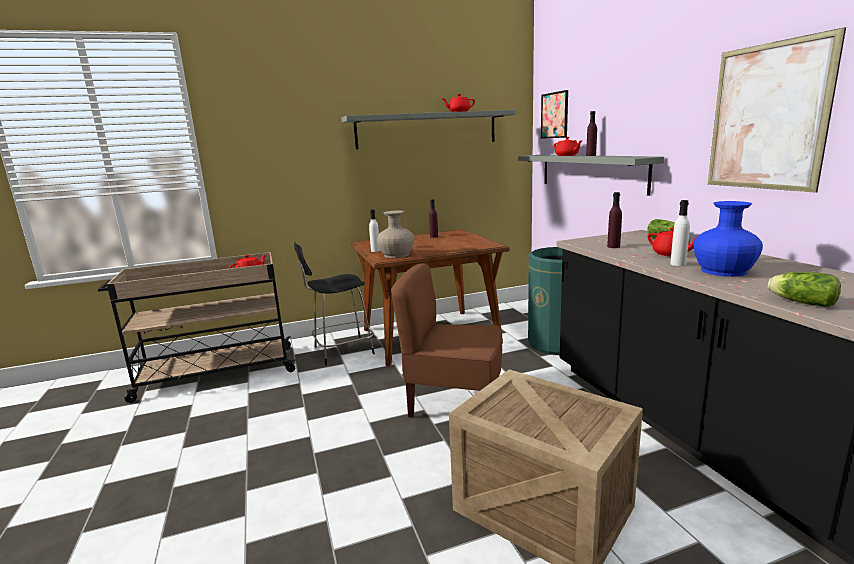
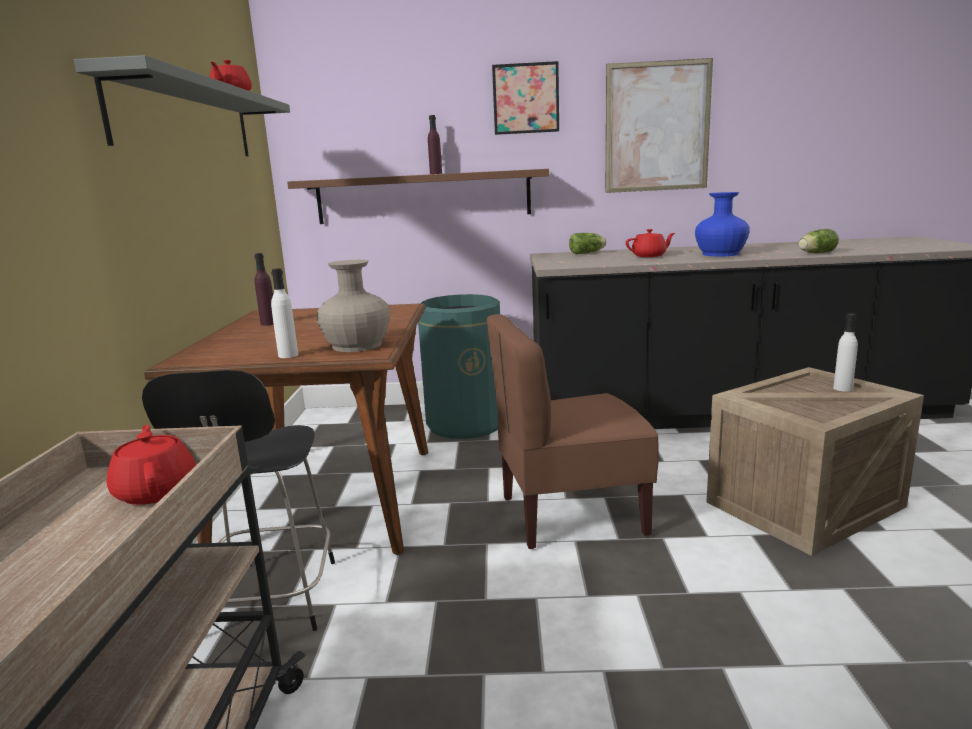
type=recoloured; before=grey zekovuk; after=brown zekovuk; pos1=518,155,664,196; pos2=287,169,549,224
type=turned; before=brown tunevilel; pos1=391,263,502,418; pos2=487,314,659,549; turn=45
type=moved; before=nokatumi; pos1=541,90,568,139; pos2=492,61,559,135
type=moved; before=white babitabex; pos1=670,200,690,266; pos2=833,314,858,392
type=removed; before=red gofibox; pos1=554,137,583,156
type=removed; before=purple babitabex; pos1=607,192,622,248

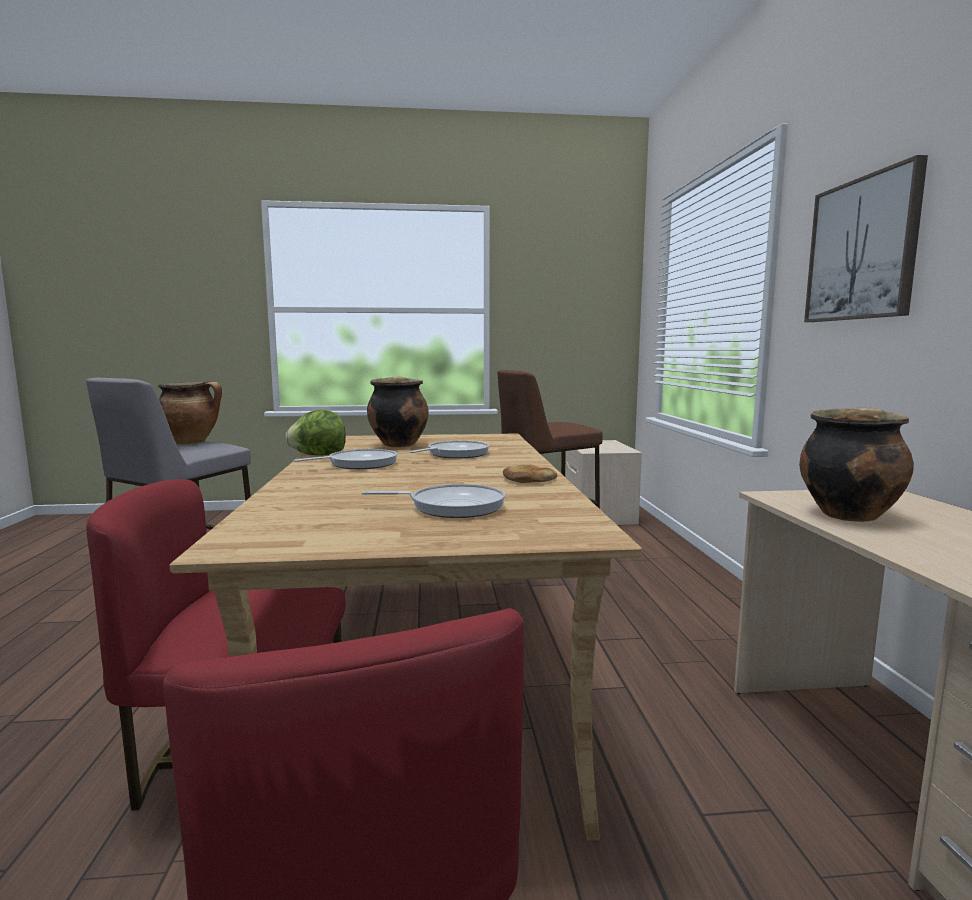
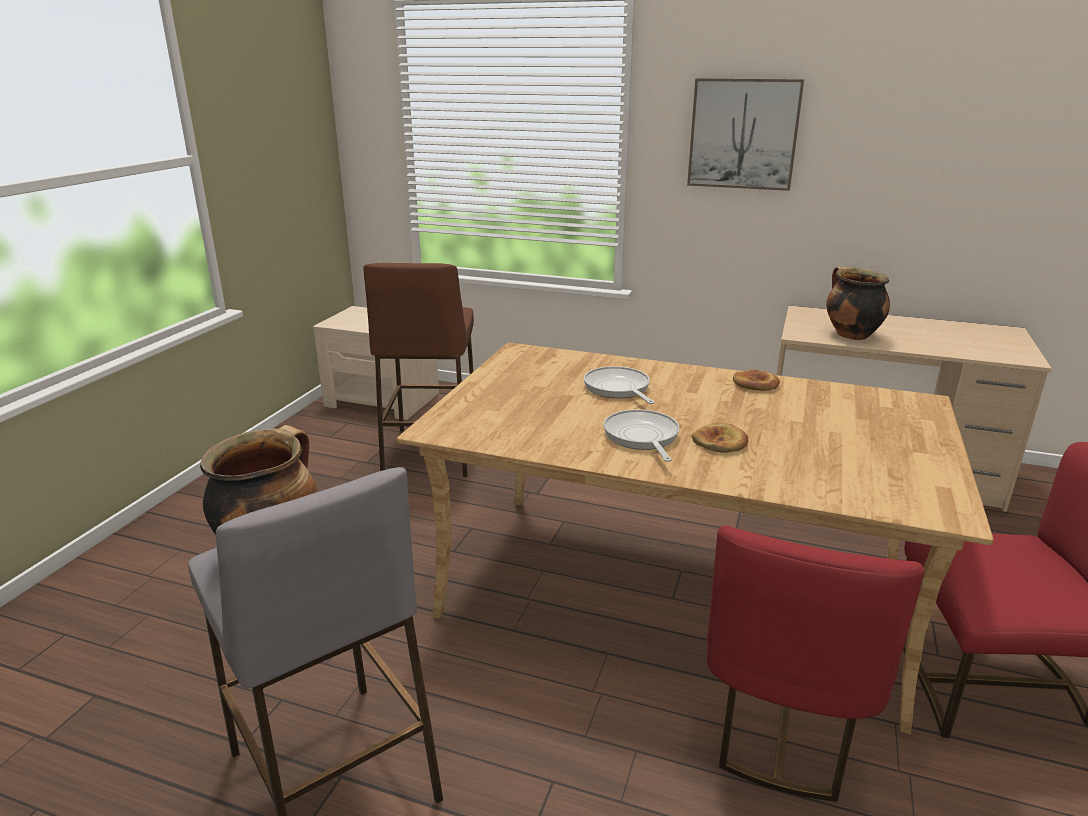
type=added; after=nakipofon; pos2=691,423,748,453
type=removed; before=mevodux; pos1=286,410,346,456
type=removed; before=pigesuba; pos1=362,484,505,518
type=removed; before=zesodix; pos1=367,377,429,448

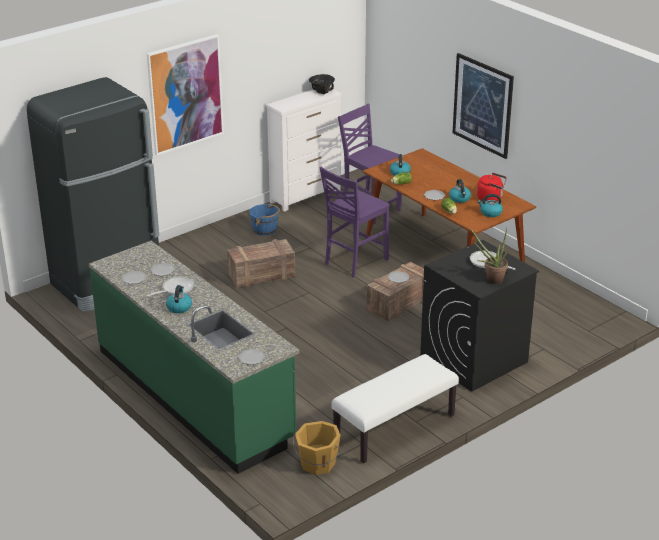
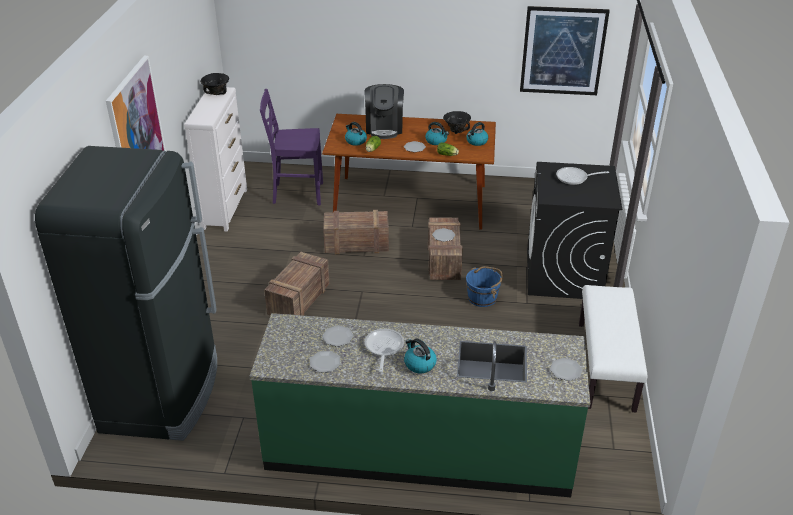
type=replaced; before=purple tunevilel; after=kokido; pos1=319,166,390,278; pos2=323,210,389,254
type=added; after=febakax; pos2=364,84,404,139
type=replaced; before=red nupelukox; after=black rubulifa; pos1=477,173,506,201; pos2=443,111,471,134
type=moved; before=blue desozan; pos1=249,204,280,236; pos2=466,266,503,307
type=moved; before=nokatumi; pos1=453,53,514,159; pos2=520,6,610,95
type=removed; before=orange desozan; pos1=293,421,340,475
type=removed; before=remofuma; pos1=470,227,508,284

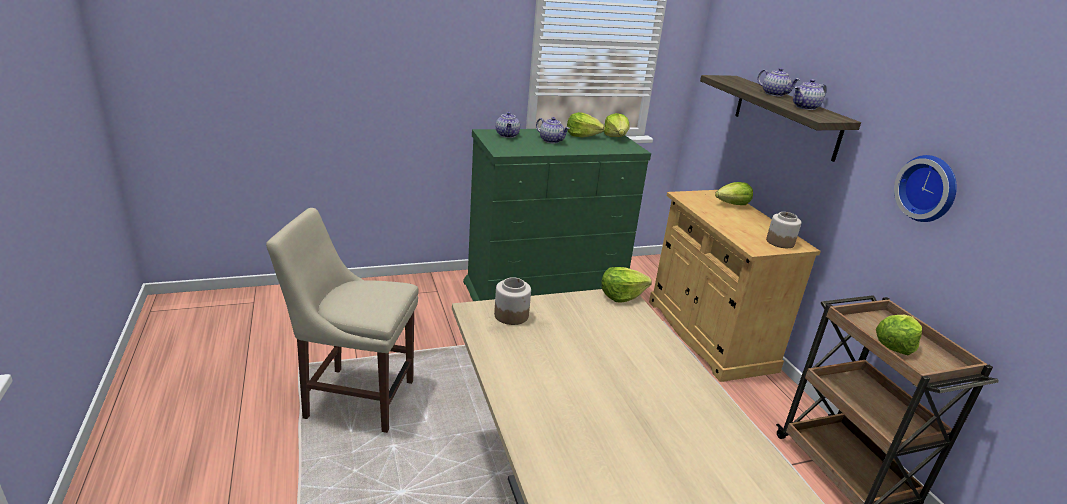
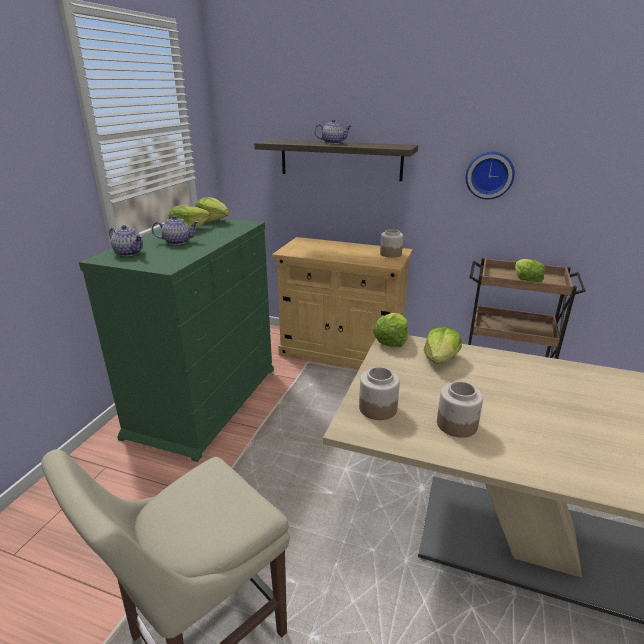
type=moved; before=mevodux; pos1=715,182,753,205; pos2=424,327,462,364
type=added; after=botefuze; pos2=437,381,483,438
type=removed; before=gofibox; pos1=793,79,827,110

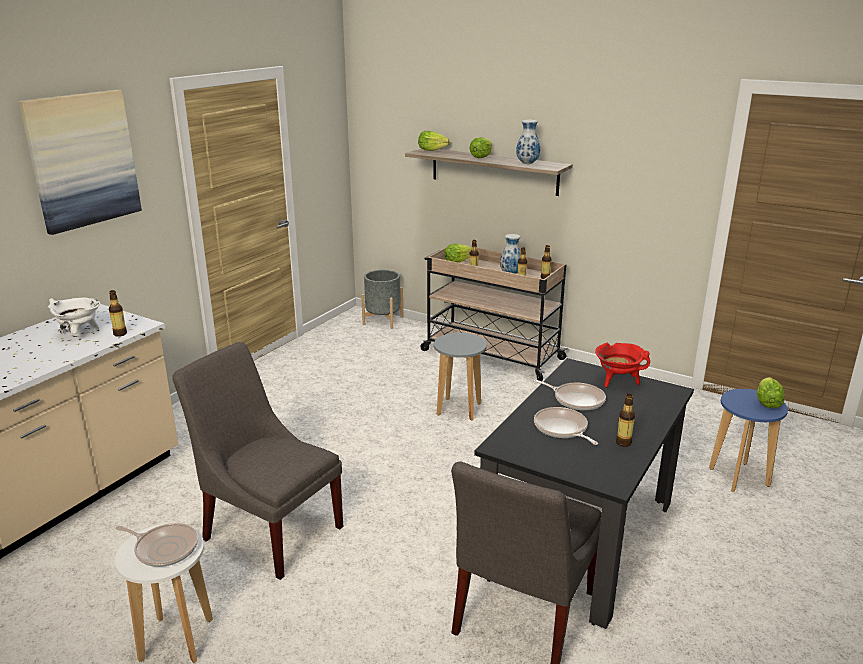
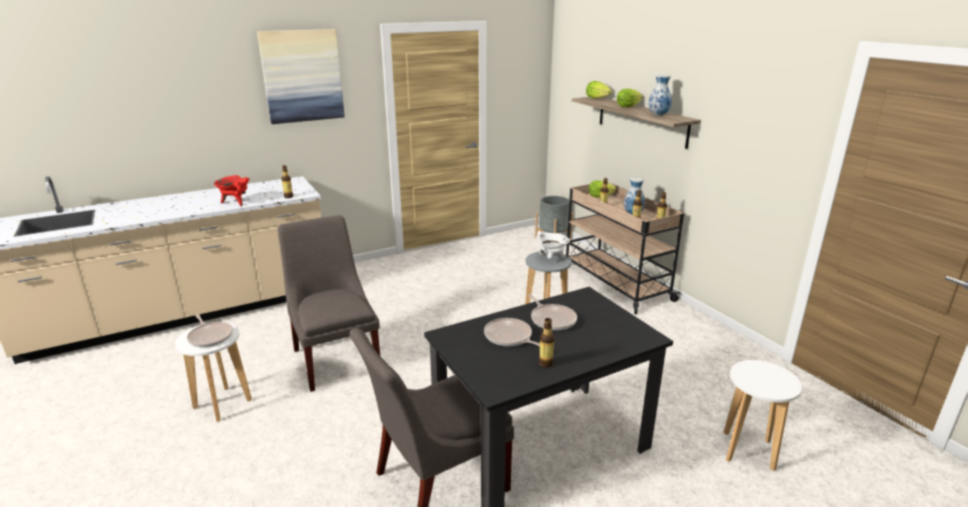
type=moved; before=red zesodix; pos1=595,343,650,388; pos2=214,175,250,206
type=turned; before=pigesuba; pos1=534,407,598,445; pos2=484,318,540,347; turn=-45
type=moved; before=white zesodix; pos1=48,298,100,334; pos2=536,231,570,259
type=recoloured; before=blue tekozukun; after=white tekozukun; pos1=709,389,788,492; pos2=723,360,802,471
type=removed; before=mevodux; pos1=757,377,785,408

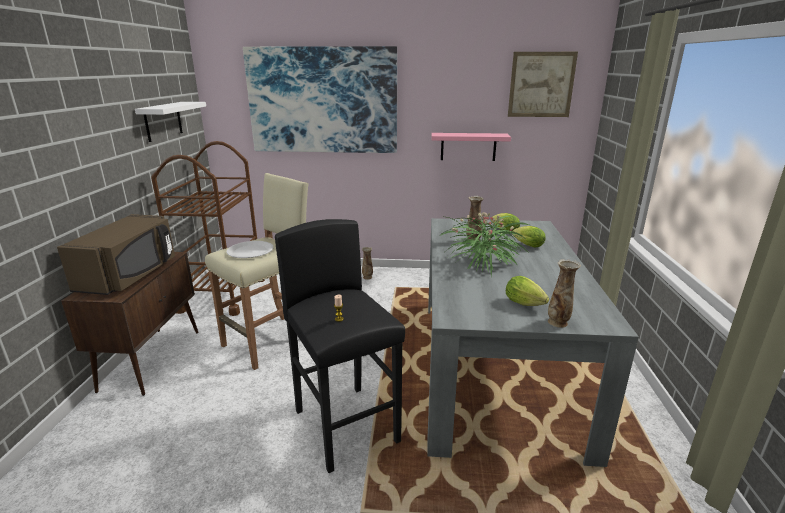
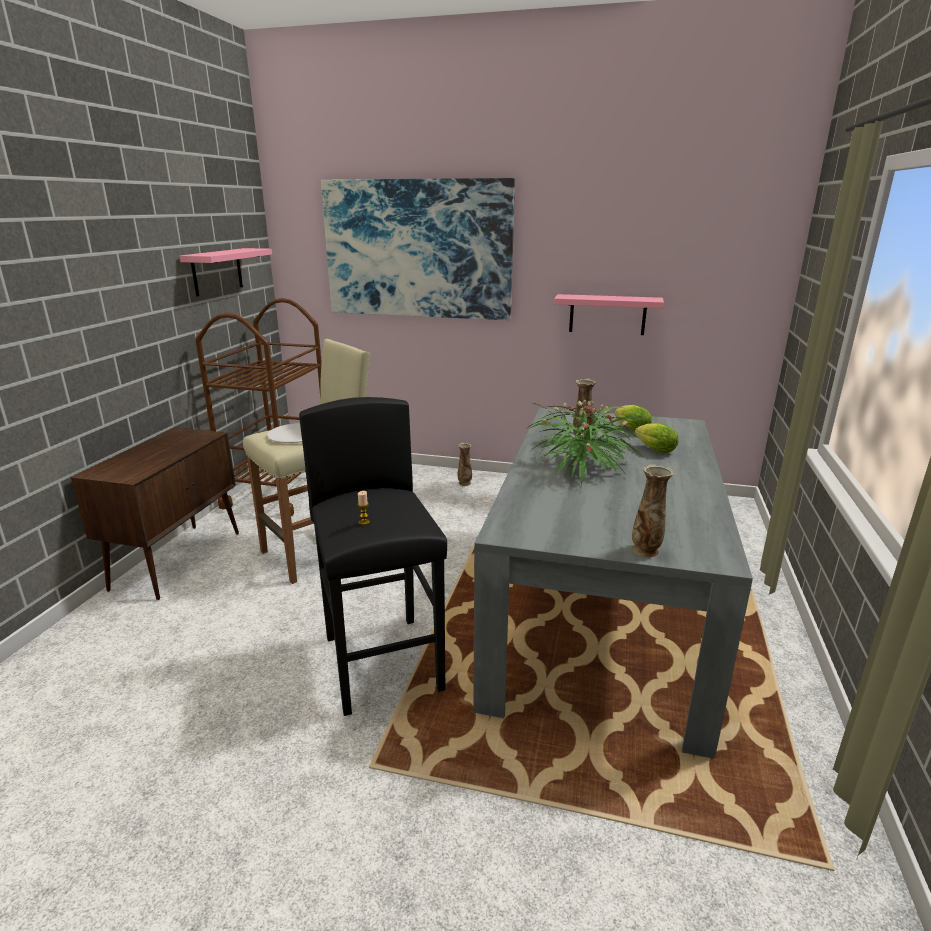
type=recoloured; before=white zekovuk; after=pink zekovuk; pos1=135,102,206,142; pos2=180,248,272,296
type=removed; before=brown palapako; pos1=57,214,175,295
type=removed; before=mevodux; pos1=506,276,549,306
type=removed; before=nokatumi; pos1=508,52,578,117

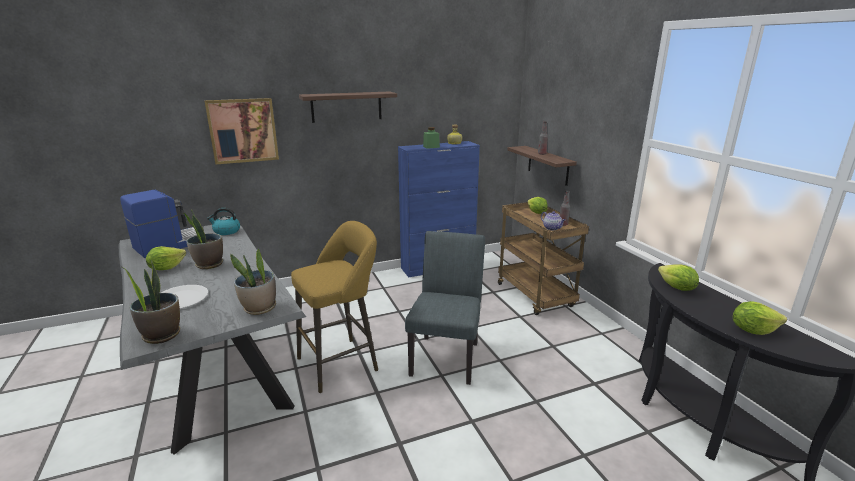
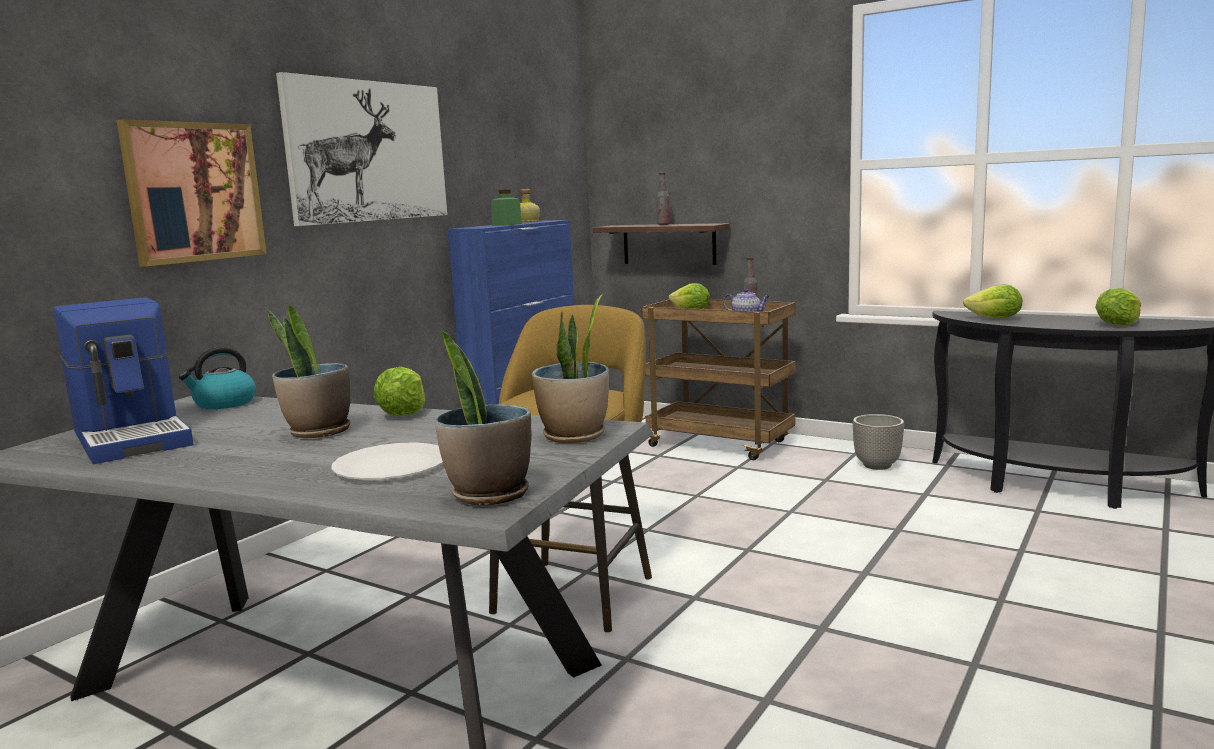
type=turned; before=febakax; pos1=120,190,197,258; pos2=53,297,193,464; turn=135
type=replaced; before=zekovuk; after=nokatumi; pos1=299,91,397,123; pos2=276,72,447,226
type=moved; before=mevodux; pos1=146,246,186,270; pos2=373,367,425,416
type=added; after=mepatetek; pos2=853,414,904,470
type=removed; before=grey tunevilel; pos1=405,231,485,385

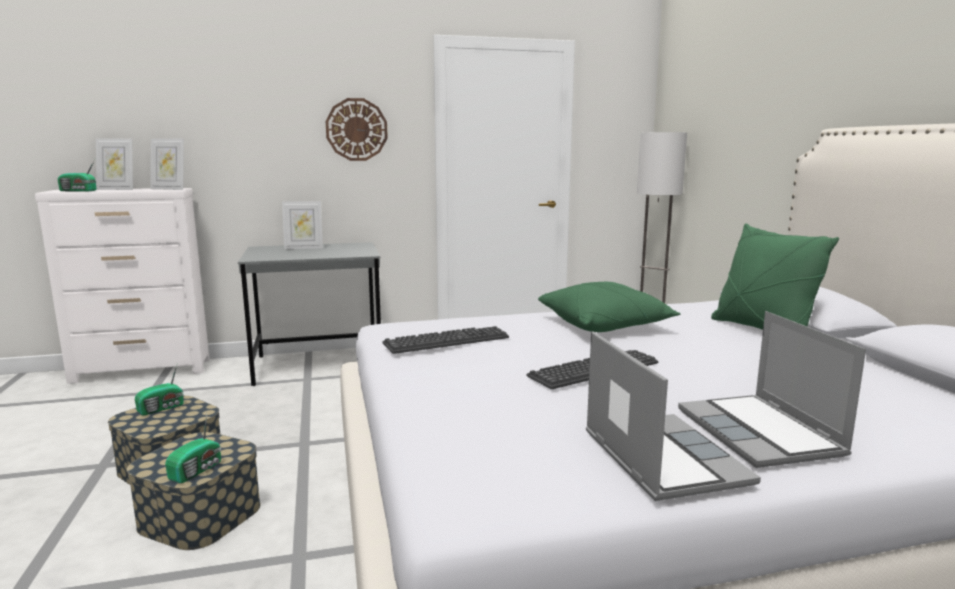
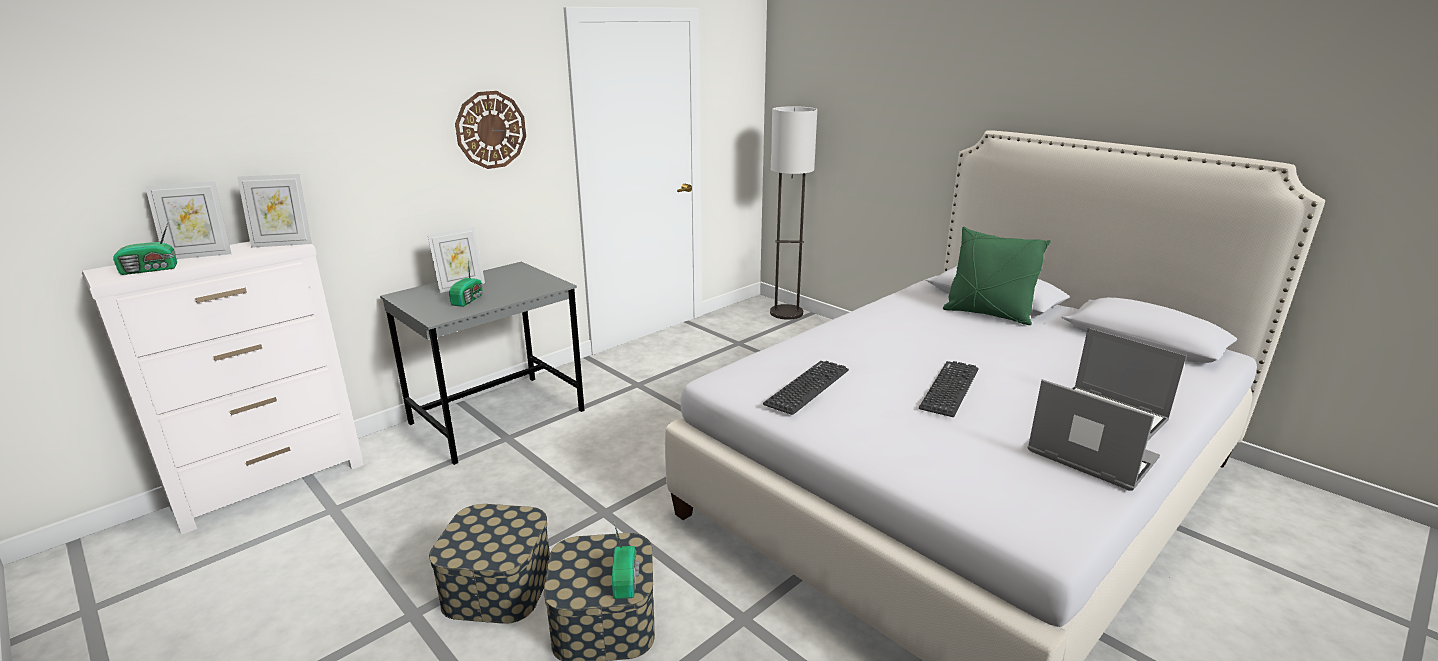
type=moved; before=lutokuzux; pos1=135,362,184,416; pos2=449,261,483,307
type=removed; before=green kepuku; pos1=538,282,681,332

